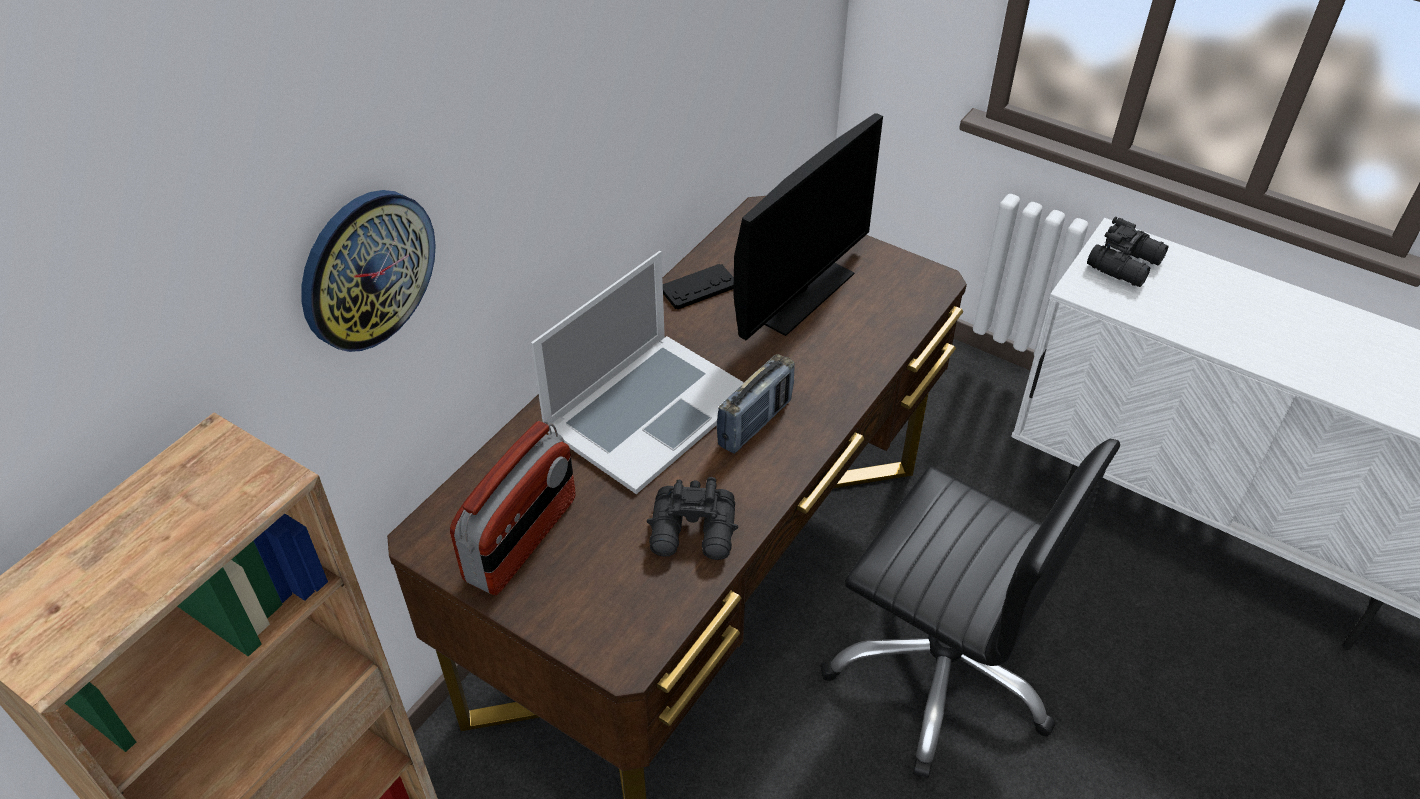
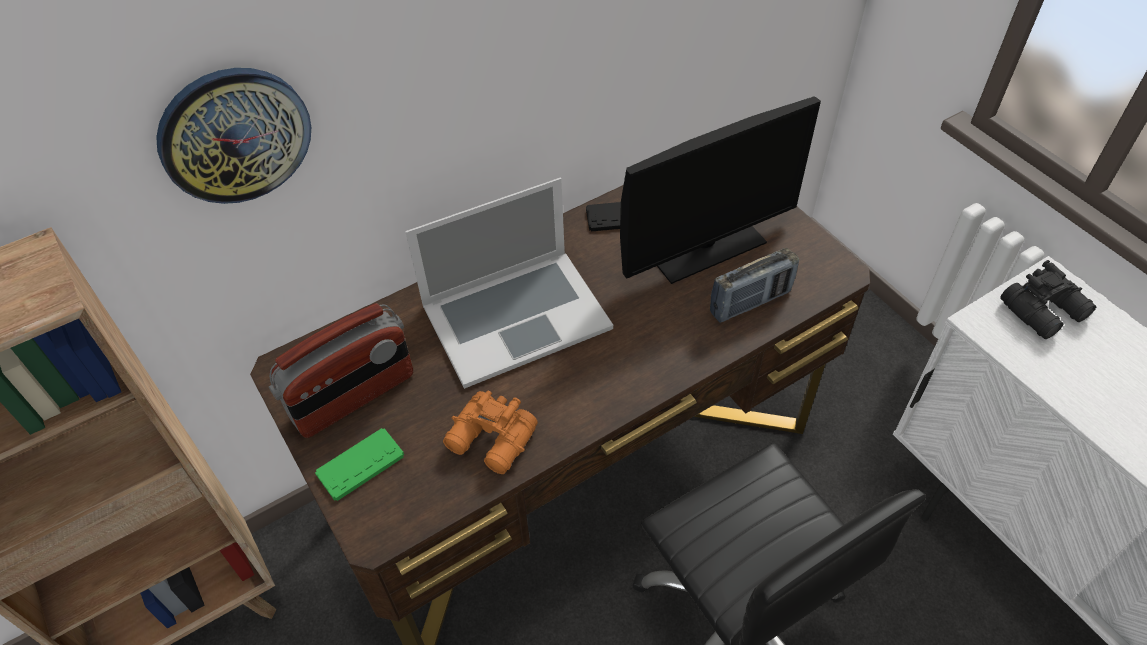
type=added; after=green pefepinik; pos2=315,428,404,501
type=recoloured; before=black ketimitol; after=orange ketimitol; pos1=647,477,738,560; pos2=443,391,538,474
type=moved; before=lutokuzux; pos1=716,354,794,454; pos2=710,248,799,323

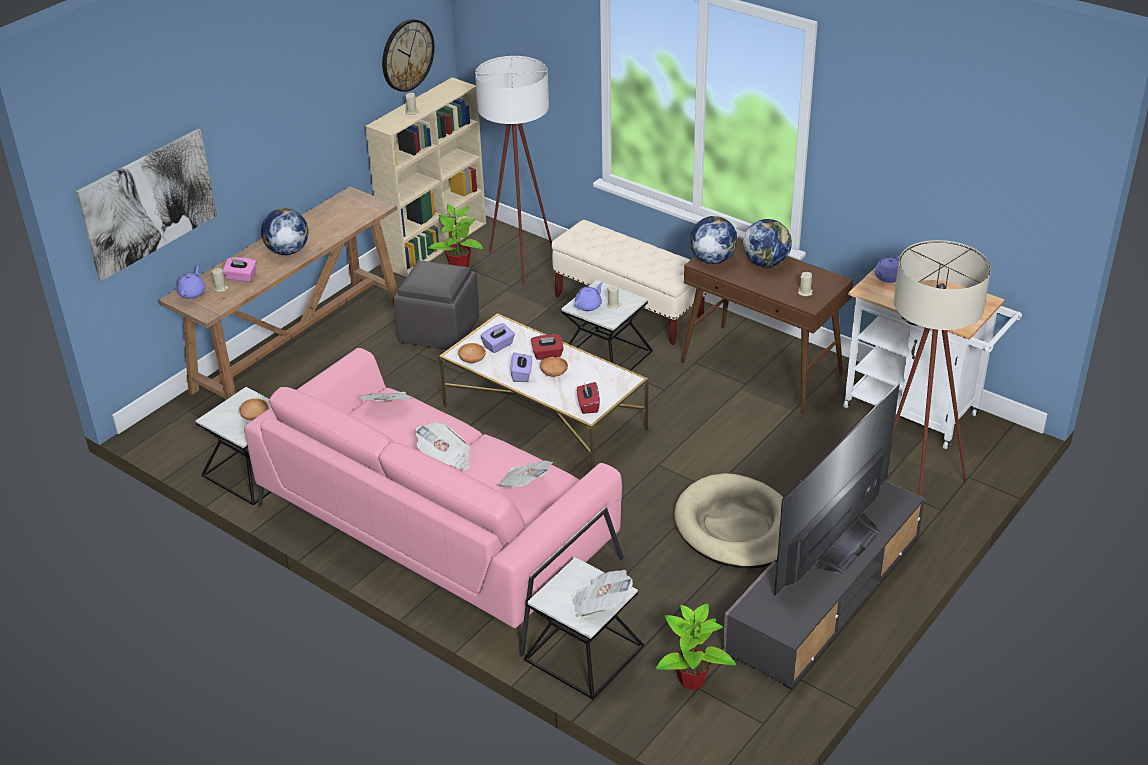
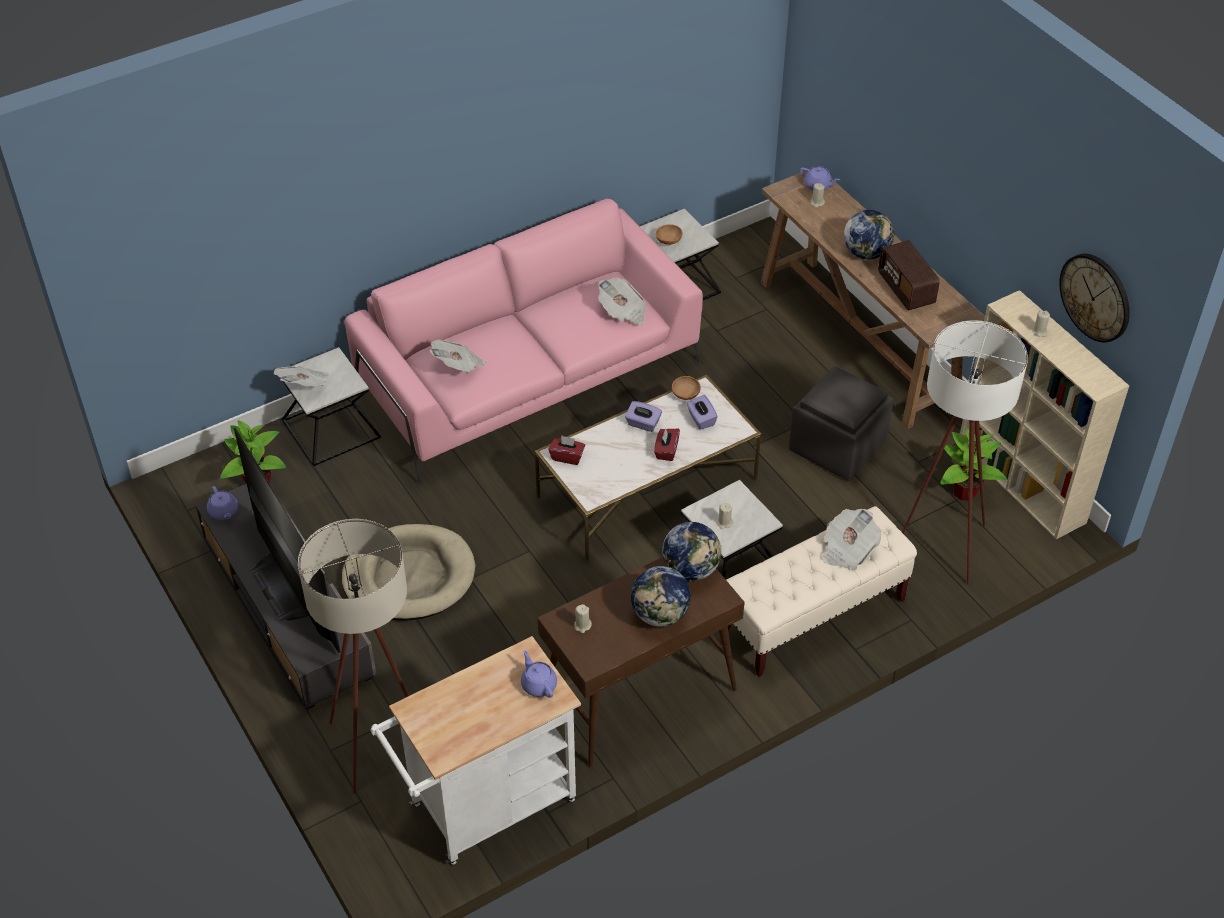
type=moved; before=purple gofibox; pos1=574,282,603,311; pos2=207,486,238,520
type=moved; before=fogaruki; pos1=415,422,471,470; pos2=822,509,881,570
type=added; after=lutokuzux; pos2=878,240,940,310
type=removed; before=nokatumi; pos1=76,129,217,281
type=removed; before=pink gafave; pos1=223,257,257,282
type=removed; before=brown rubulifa; pos1=540,357,568,377

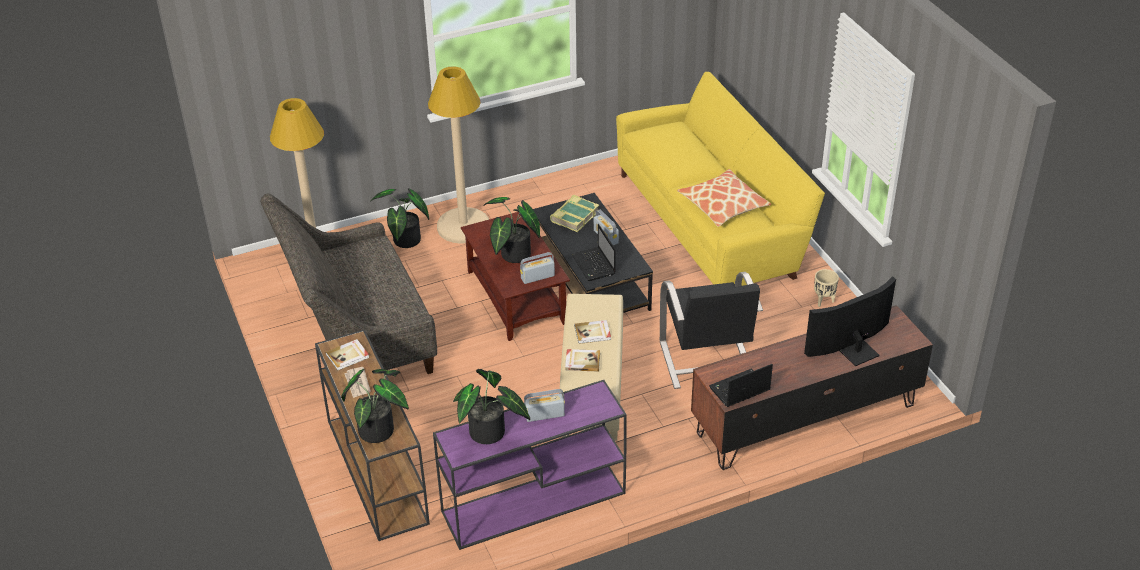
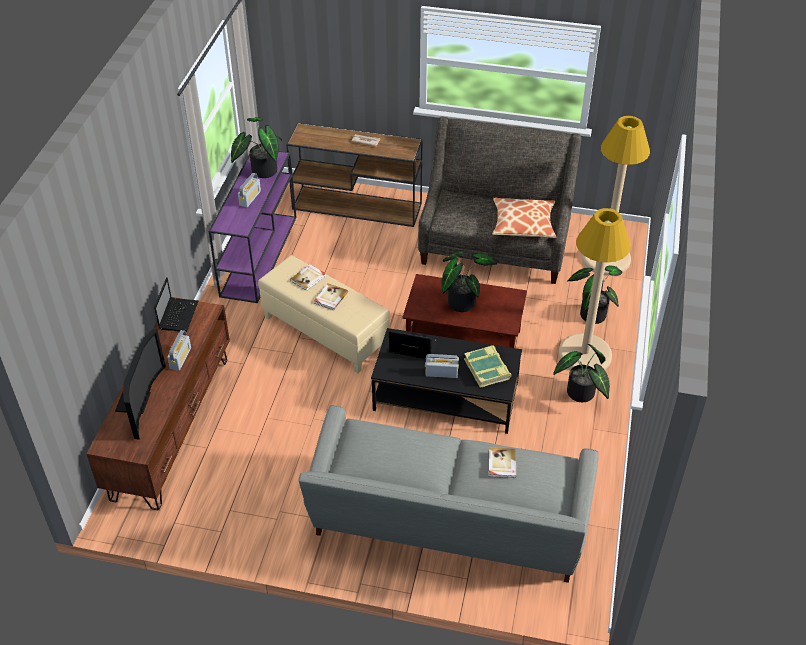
type=moved; before=lutokuzux; pos1=520,252,555,284; pos2=167,330,191,371
type=recoloured; before=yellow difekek; after=grey difekek; pos1=616,72,825,286; pos2=298,405,599,583
type=moved; before=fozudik; pos1=325,339,369,371; pos2=489,447,516,478
type=moved; before=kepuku; pos1=677,169,771,227; pos2=492,198,556,238
type=moved; before=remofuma; pos1=341,369,409,443; pos2=553,344,610,402
type=removed; before=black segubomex; pos1=660,272,763,389
type=removed; before=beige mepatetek; pos1=814,269,839,307

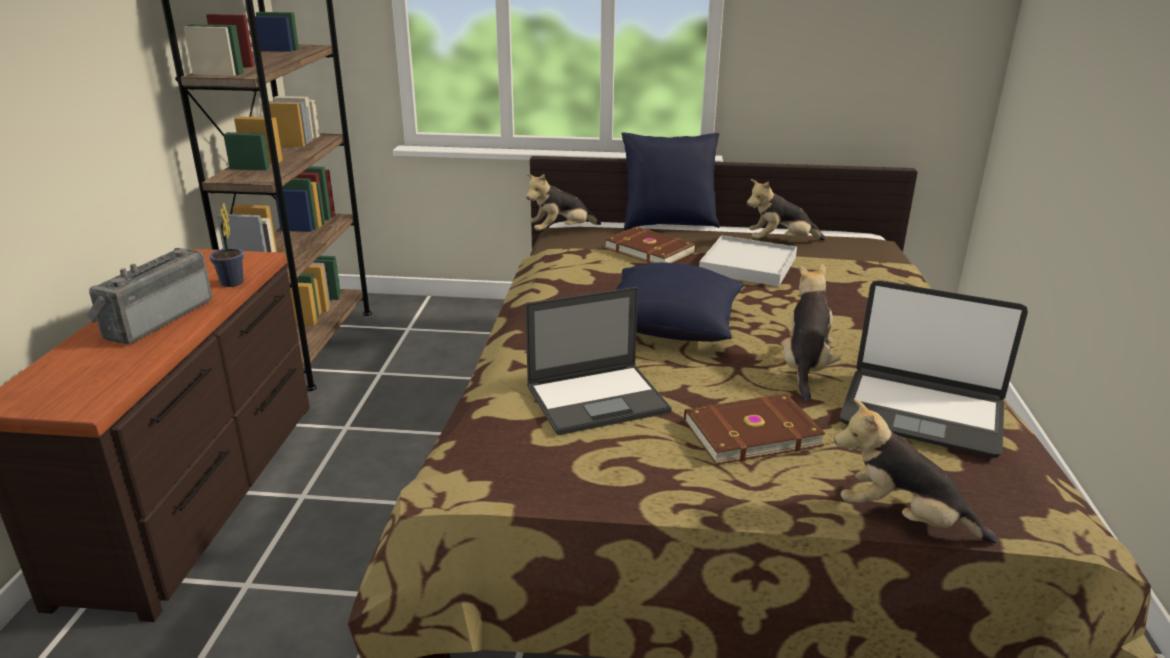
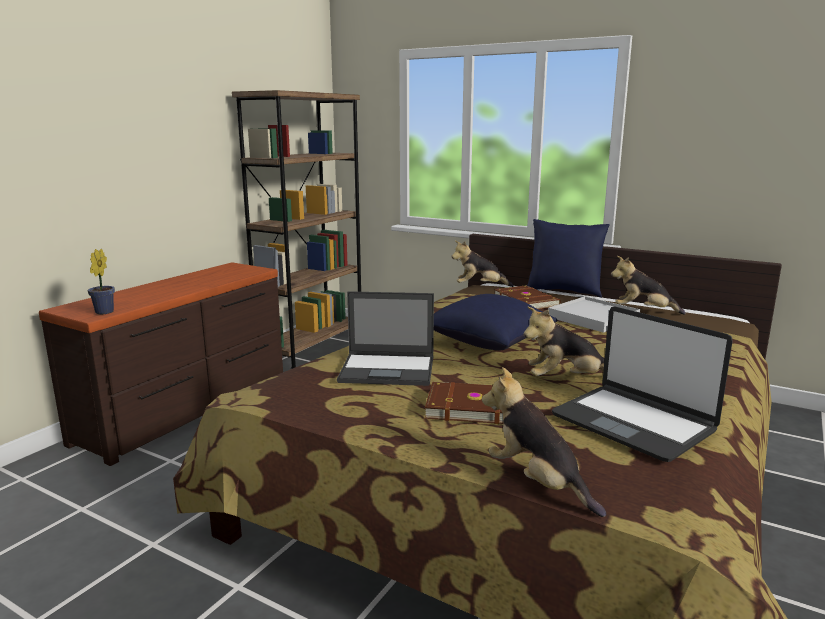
type=moved; before=remofuma; pos1=209,203,244,287; pos2=88,249,115,314
type=turned; before=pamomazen; pos1=783,264,841,401; pos2=524,307,605,376; turn=-135
type=removed; before=lutokuzux; pos1=86,248,212,344

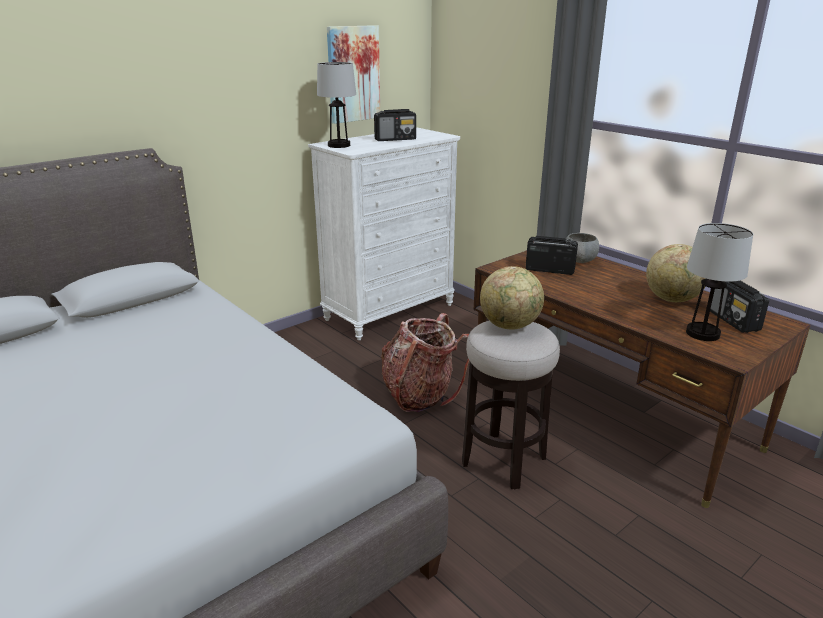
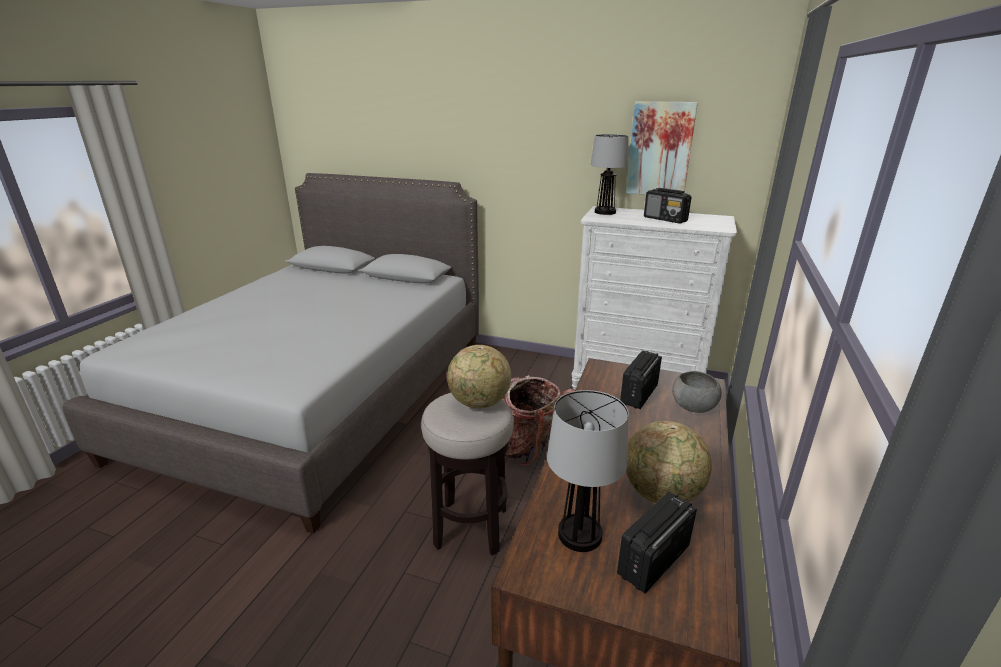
type=turned; before=lutokuzux; pos1=526,236,578,275; pos2=620,351,662,409; turn=-135

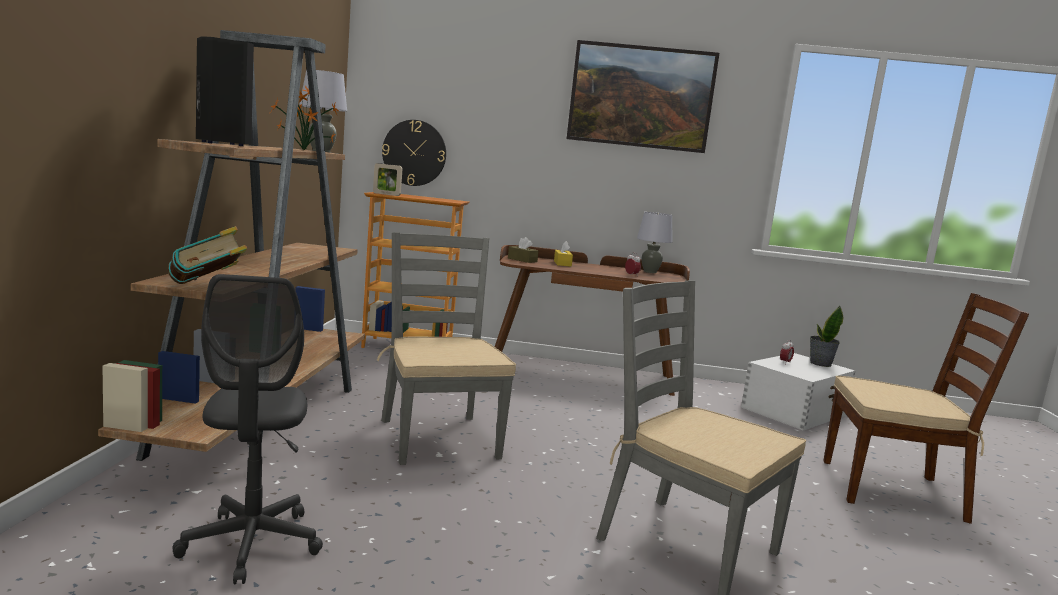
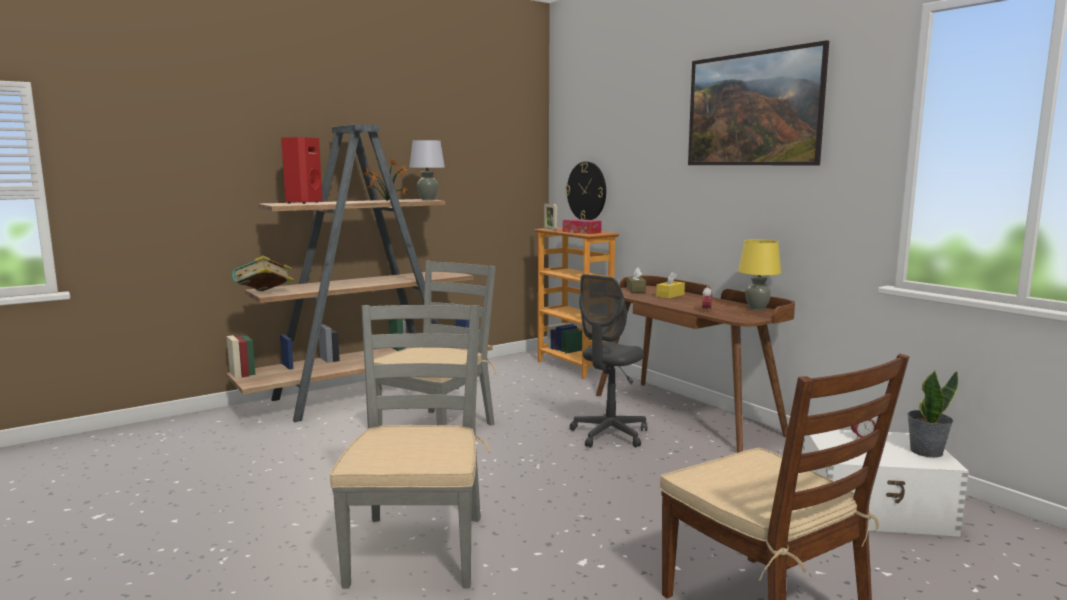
type=recoloured; before=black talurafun; after=red talurafun; pos1=196,36,254,146; pos2=281,137,323,204
type=added; after=gafave; pos2=563,219,602,234
type=moved; before=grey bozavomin; pos1=173,274,323,584; pos2=570,274,647,448
type=recoloured; before=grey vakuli; after=yellow vakuli; pos1=637,212,672,273; pos2=738,239,781,311

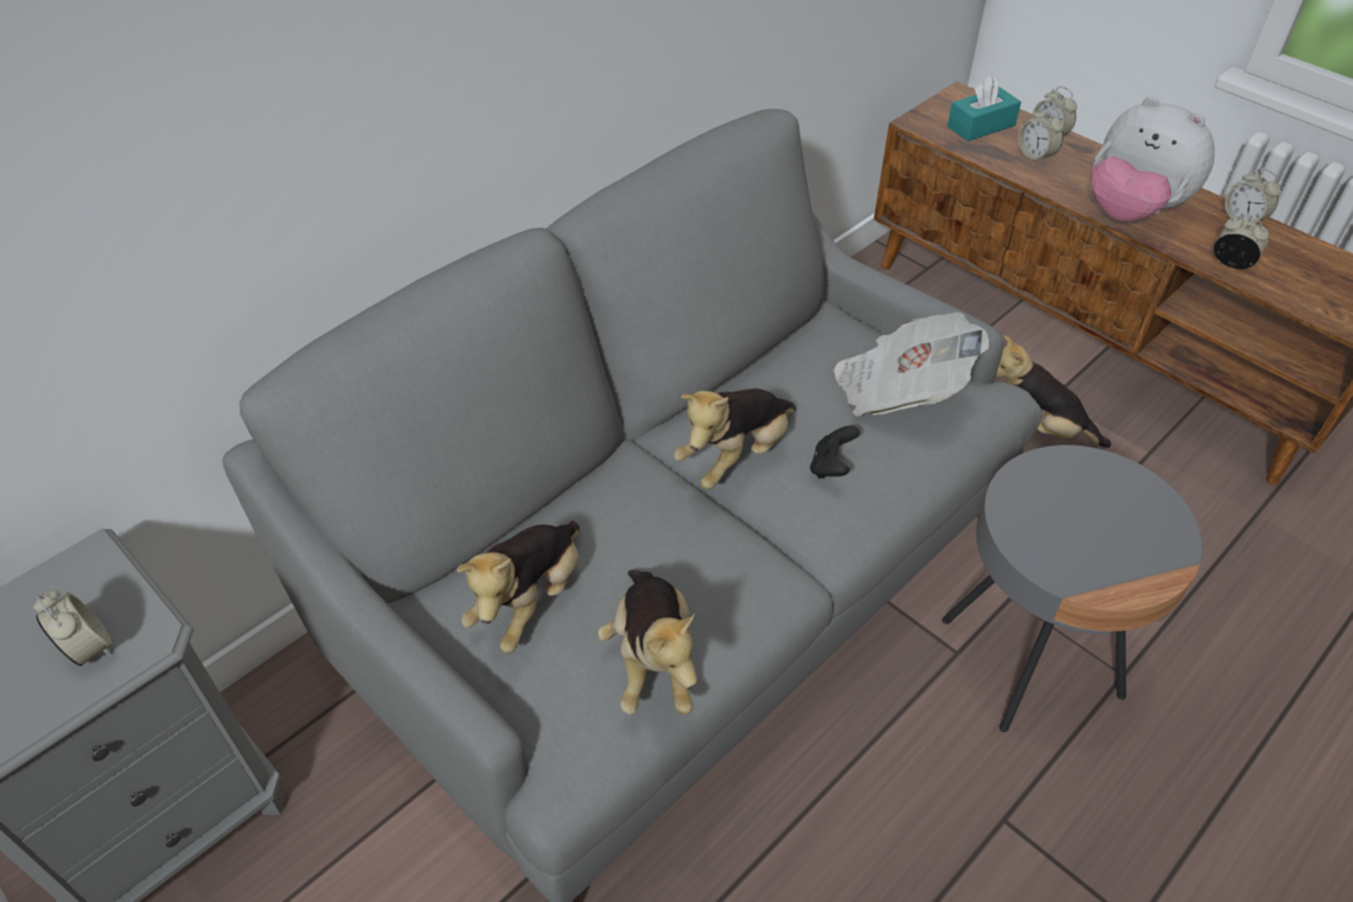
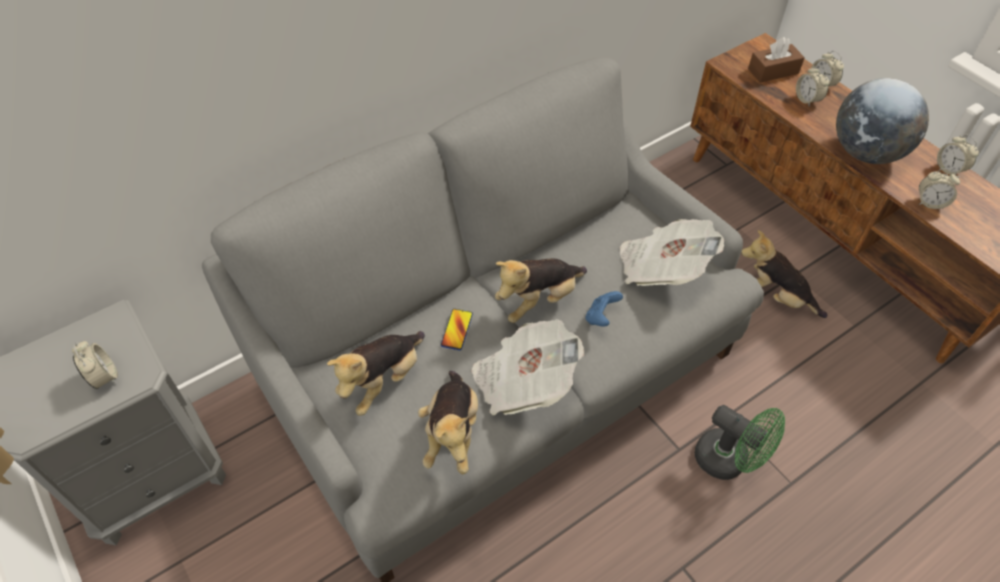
type=added; after=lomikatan; pos2=441,309,473,350
type=added; after=fogaruki; pos2=471,319,584,415
type=recoloured; before=black pefepinik; after=blue pefepinik; pos1=810,425,860,479; pos2=585,291,623,327
type=replaced; before=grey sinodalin; after=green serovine; pos1=942,445,1202,732; pos2=695,405,785,480
type=recoloured; before=turquoise gafave; after=brown gafave; pos1=947,76,1021,142; pos2=748,37,805,83
type=replaced; before=pamomazen; after=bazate; pos1=1090,96,1215,222; pos2=836,78,929,164
type=turned; before=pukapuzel; pos1=1214,216,1269,269; pos2=919,168,960,209; turn=150

